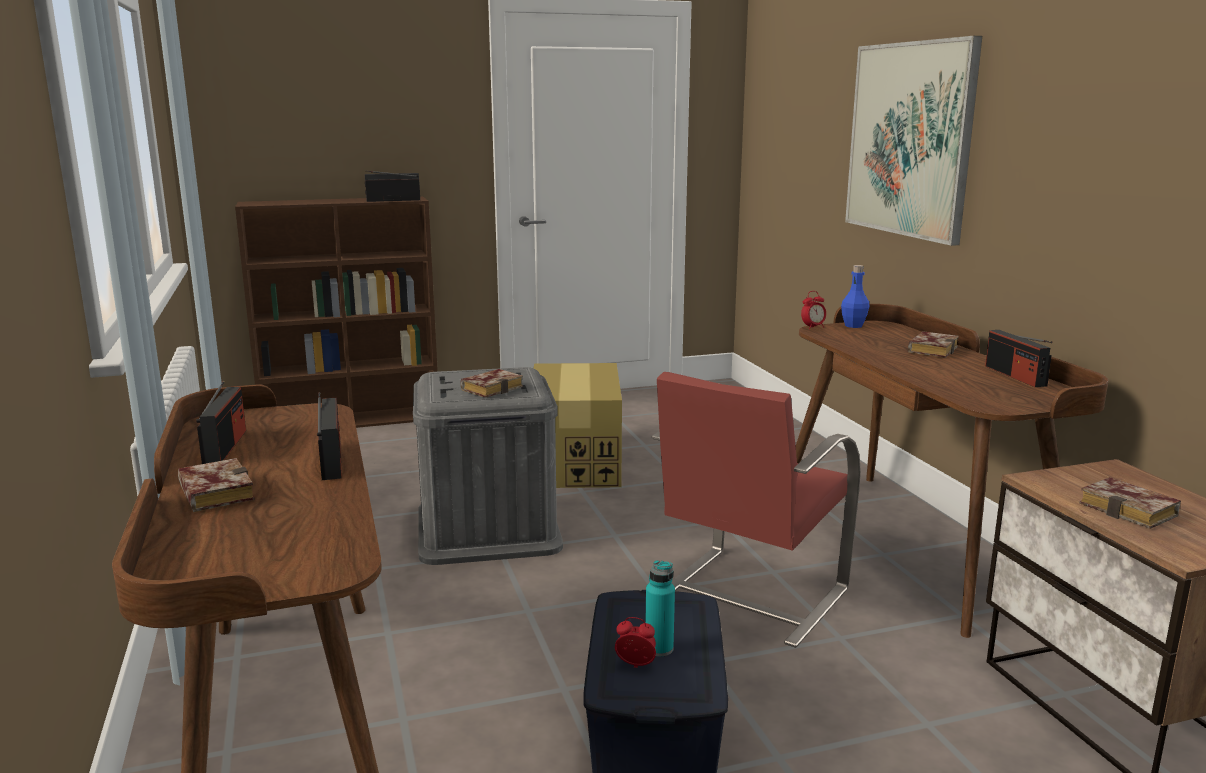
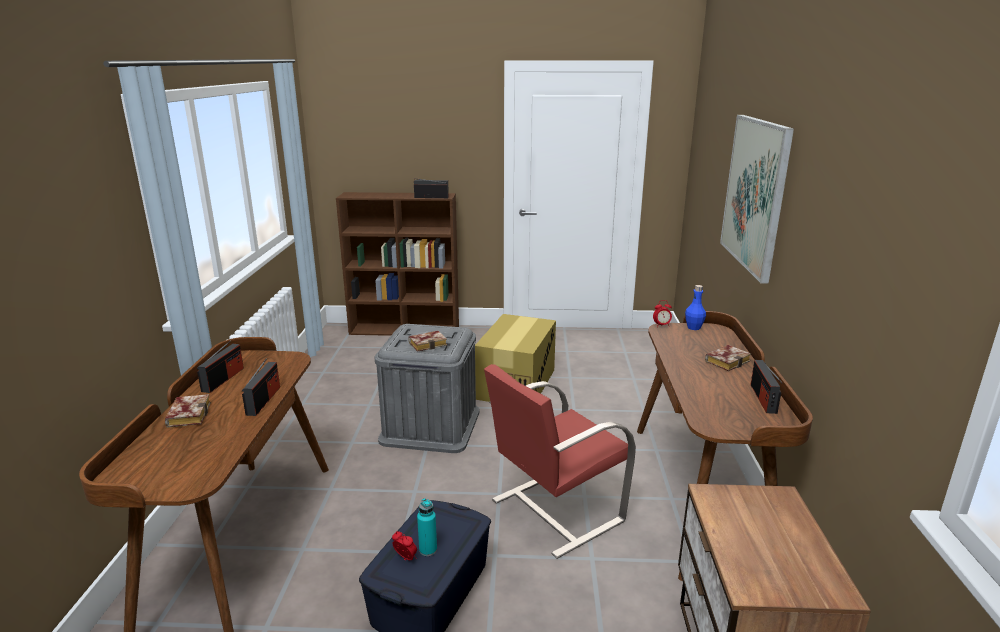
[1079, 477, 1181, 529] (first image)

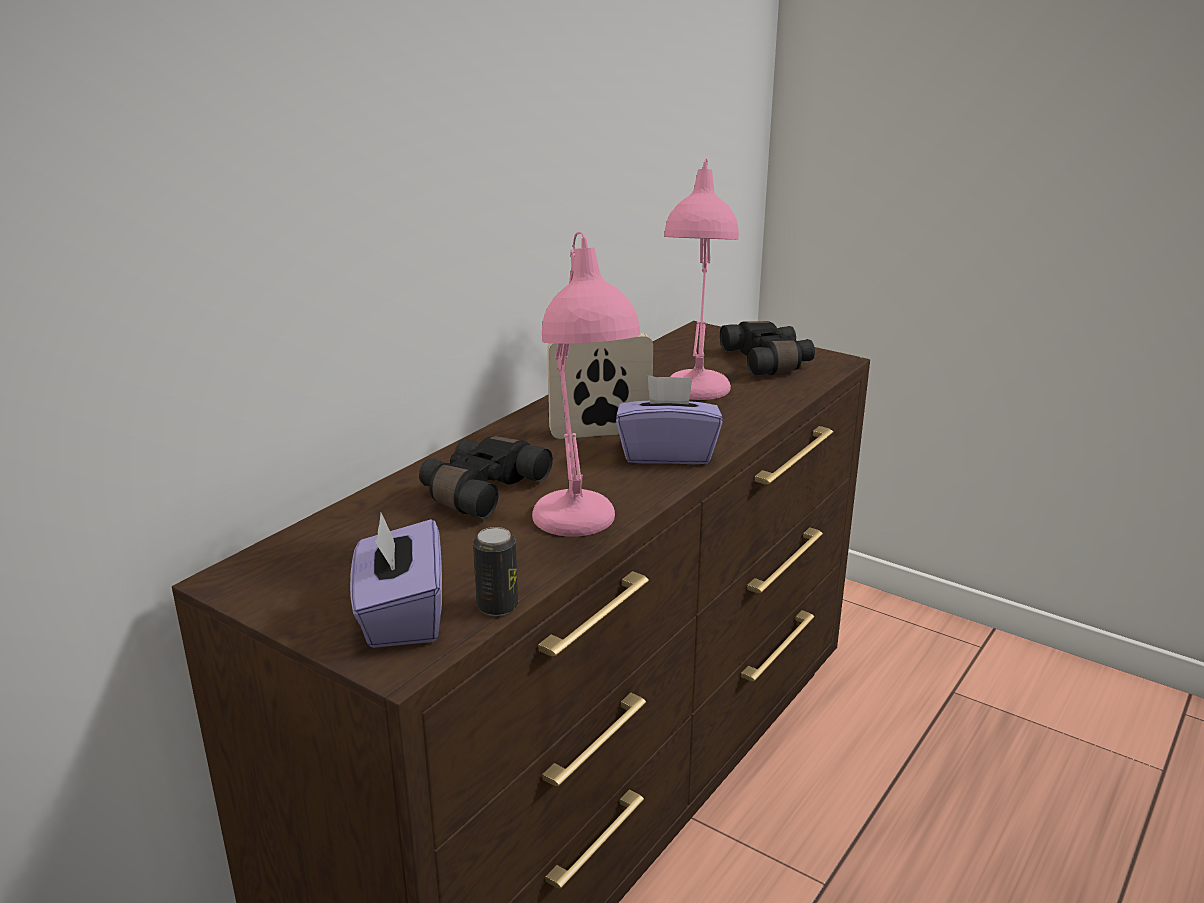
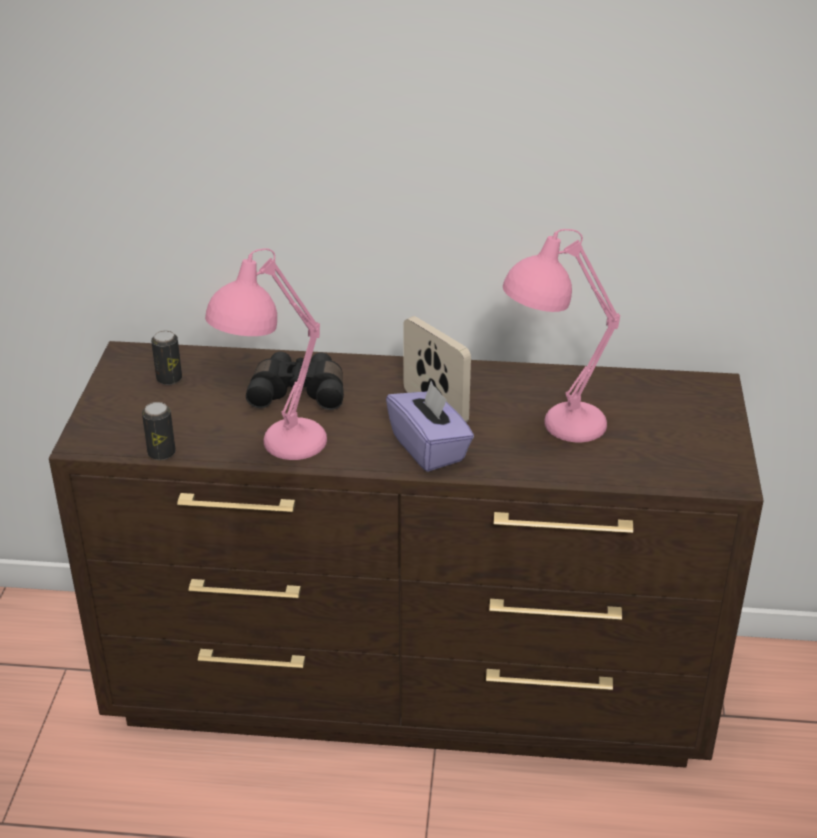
[151, 330, 182, 385]
[350, 513, 442, 648] (first image)
[720, 321, 815, 375] (first image)

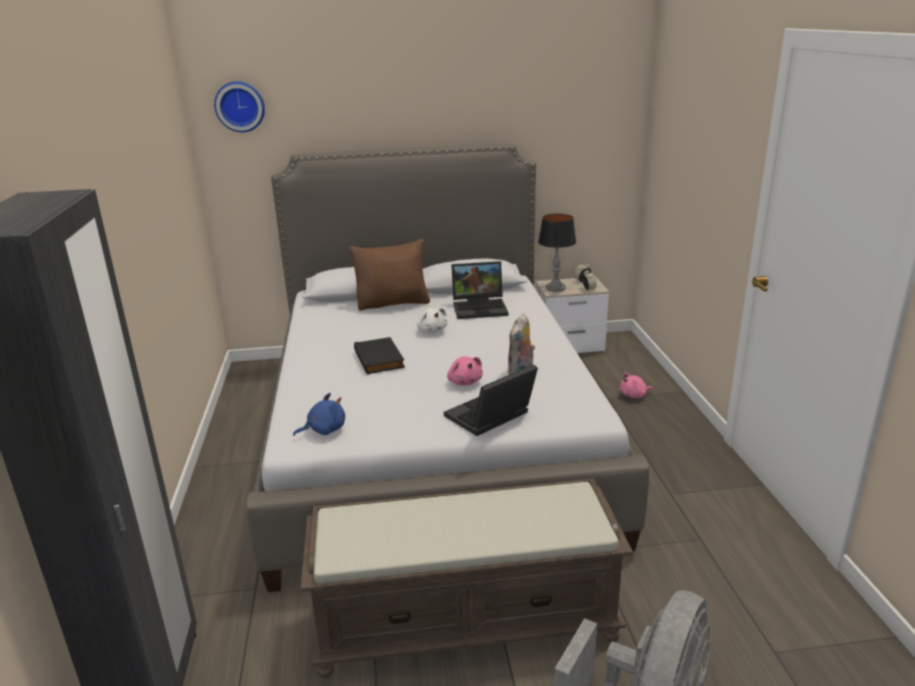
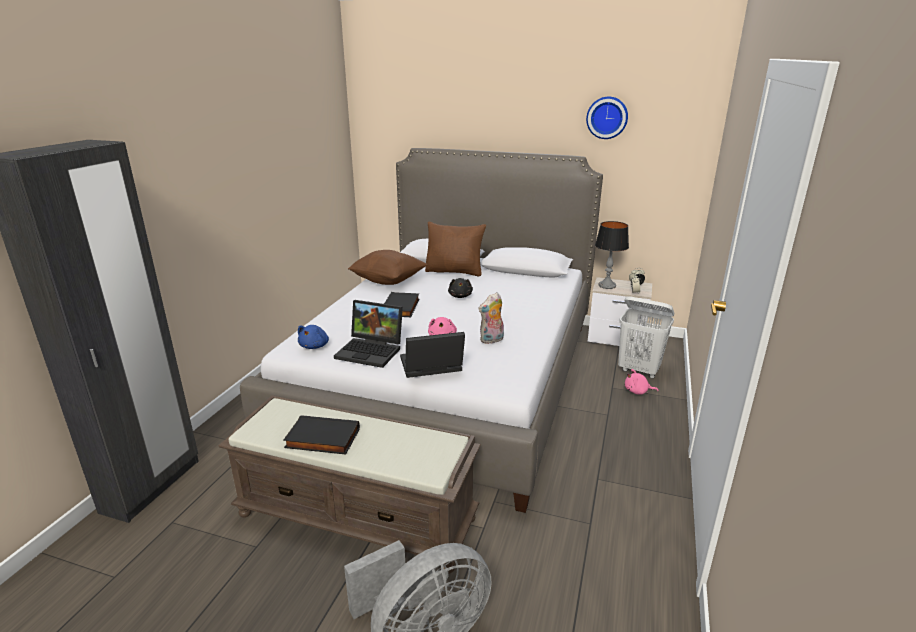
[283, 415, 360, 455]
[298, 325, 329, 349]
[334, 300, 403, 368]
[348, 250, 427, 285]
[448, 278, 473, 298]
[586, 97, 628, 139]
[618, 296, 674, 379]

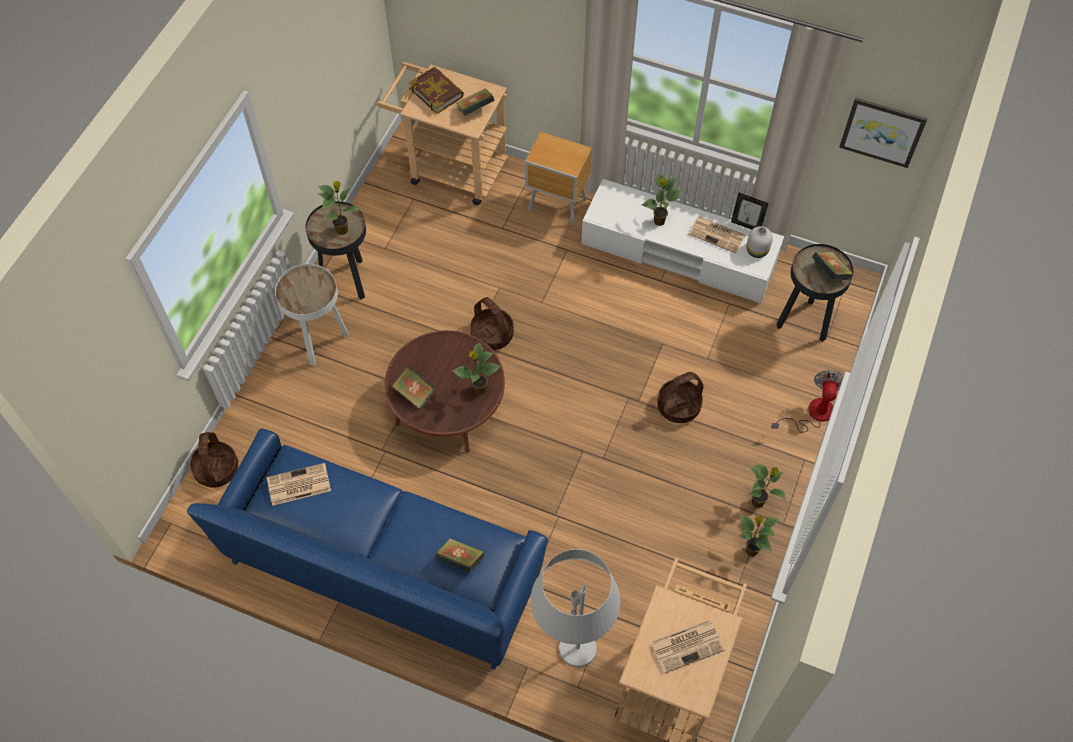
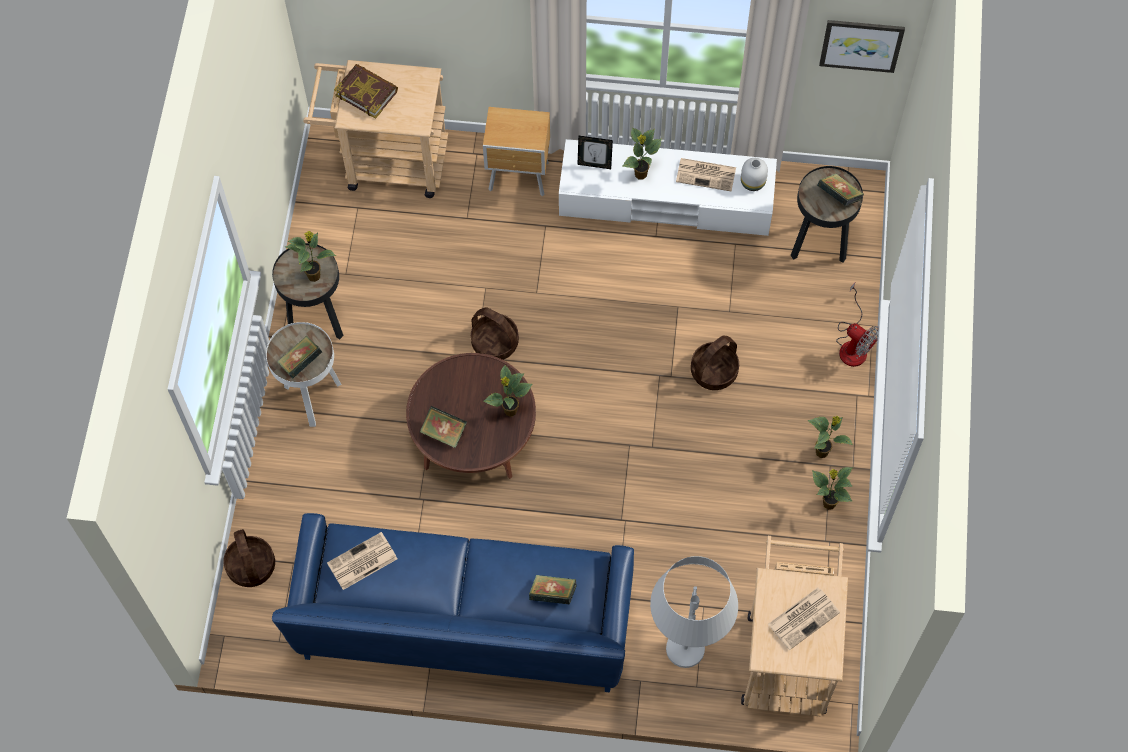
[277, 336, 322, 379]
[578, 135, 613, 169]
[836, 283, 879, 367]

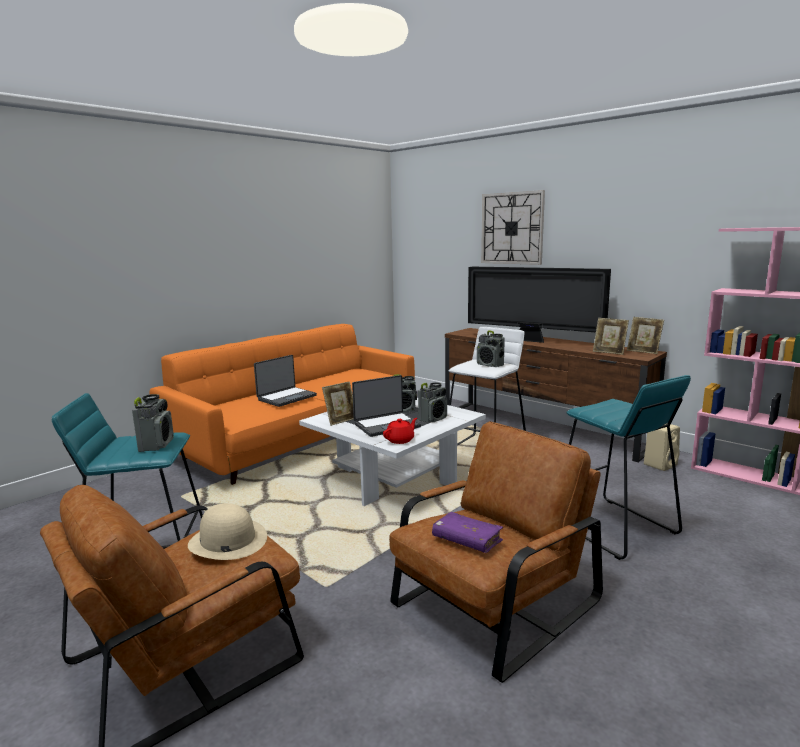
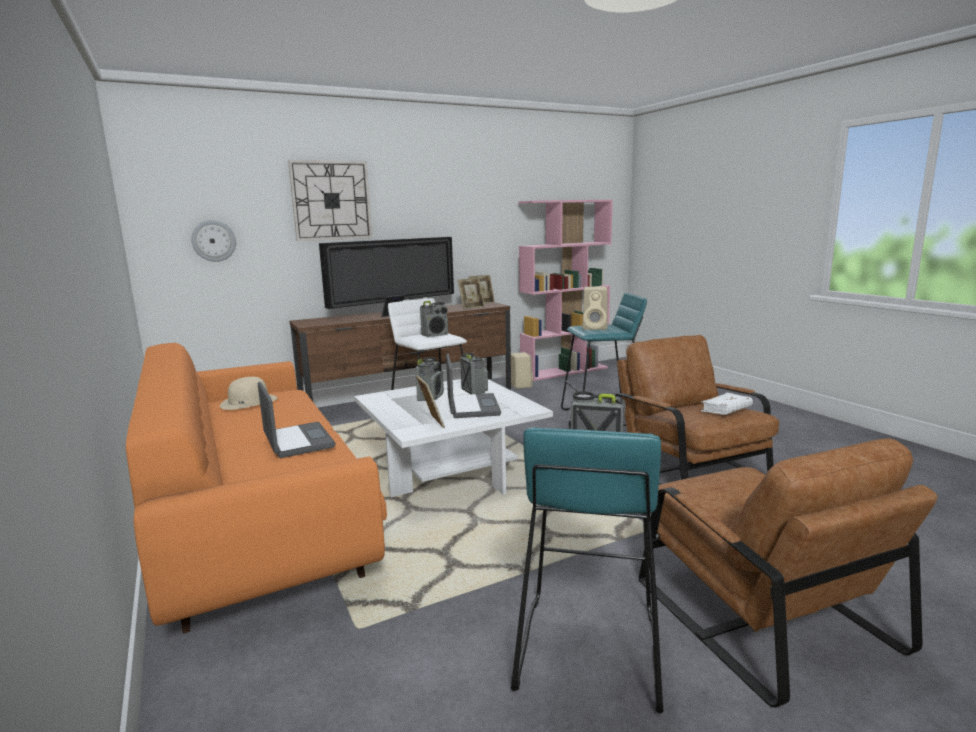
[191, 220, 236, 262]
[220, 377, 277, 410]
[583, 287, 607, 330]
[701, 393, 753, 415]
[383, 418, 417, 444] (first image)

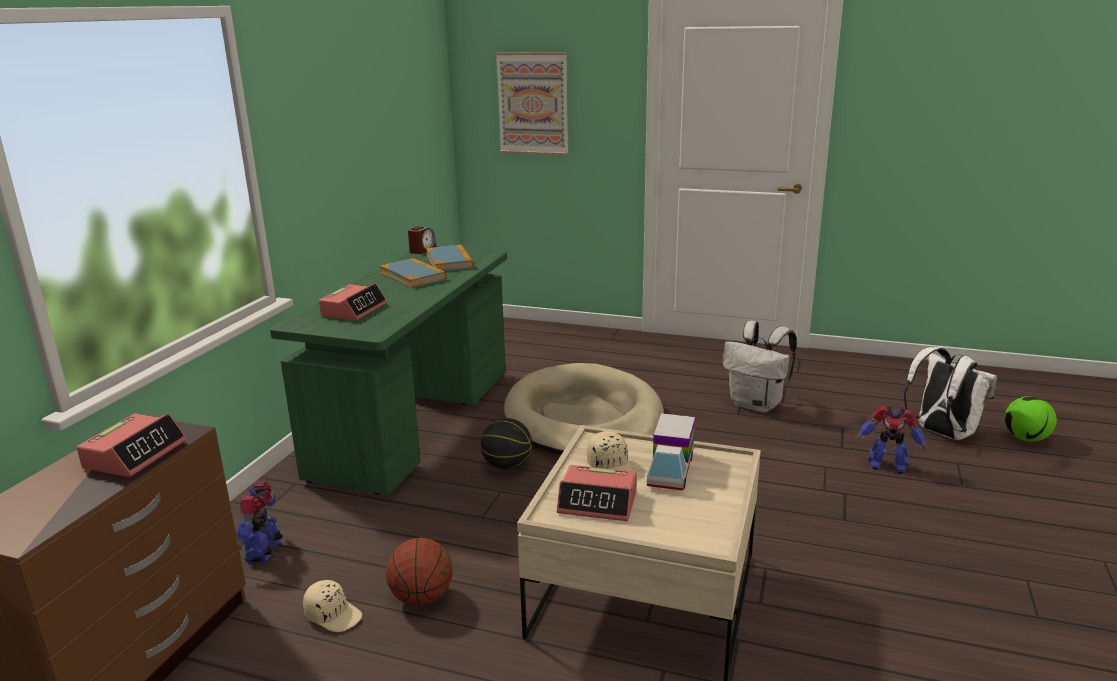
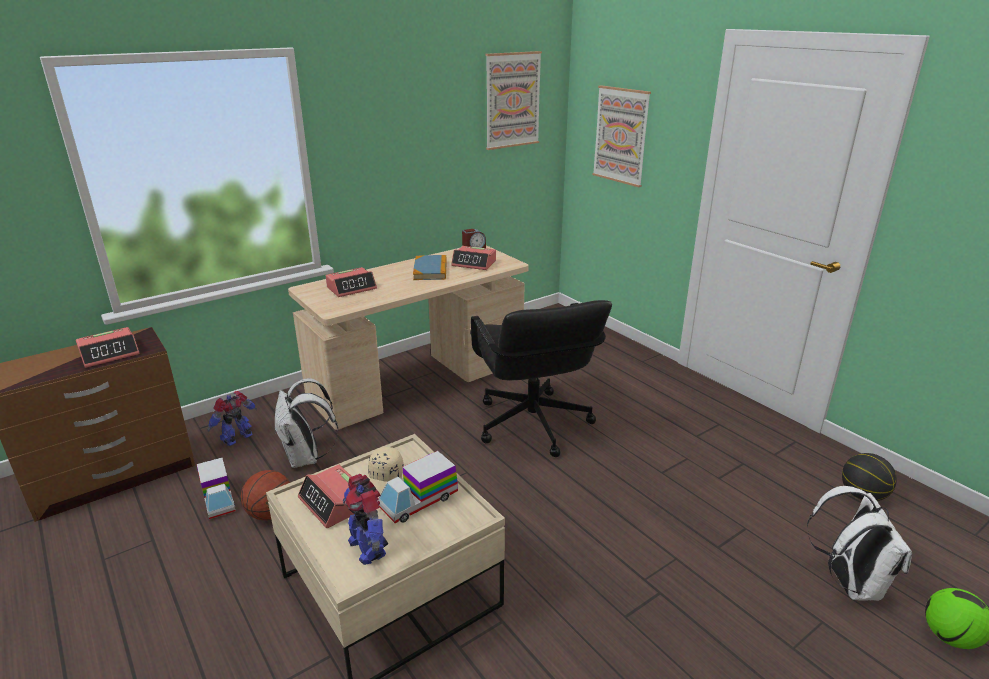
[197, 458, 236, 519]
[275, 378, 338, 468]
[288, 245, 528, 430]
[343, 474, 388, 565]
[451, 246, 496, 270]
[470, 300, 612, 457]
[486, 51, 542, 150]
[842, 453, 897, 501]

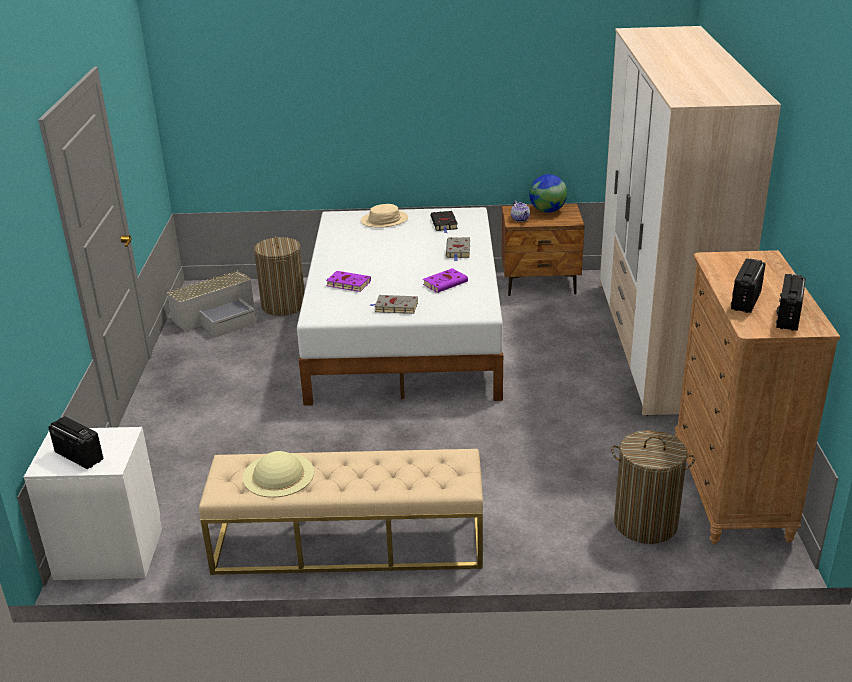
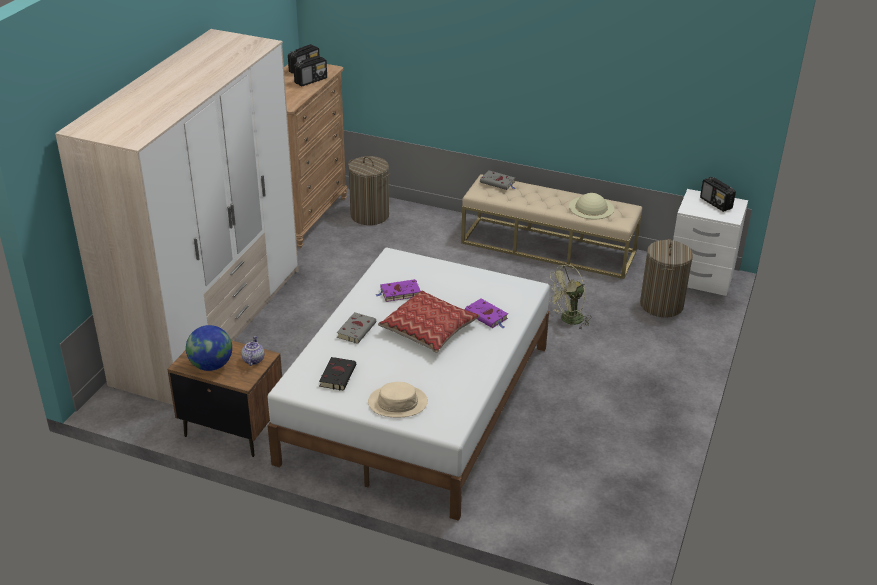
[378, 290, 480, 353]
[480, 170, 515, 190]
[549, 265, 592, 330]
[640, 239, 693, 317]
[167, 270, 256, 338] (first image)

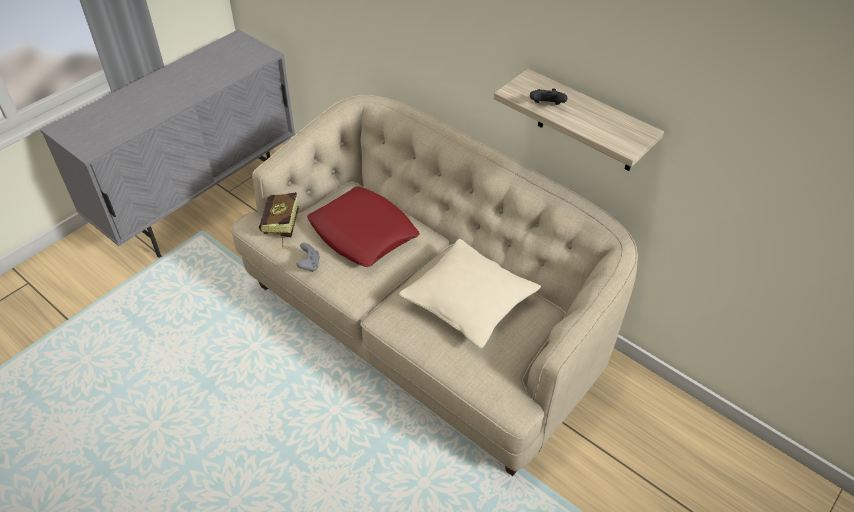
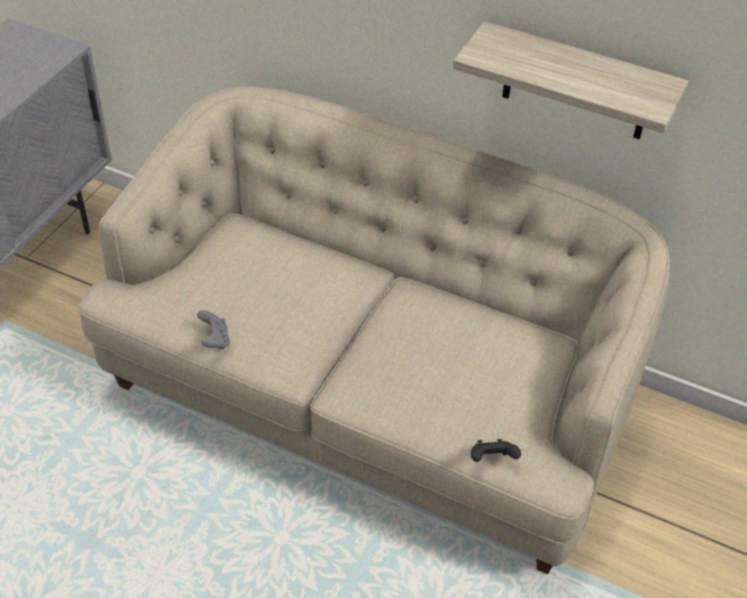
[471, 439, 521, 462]
[259, 192, 299, 248] (first image)
[307, 186, 420, 267] (first image)
[399, 239, 541, 348] (first image)

